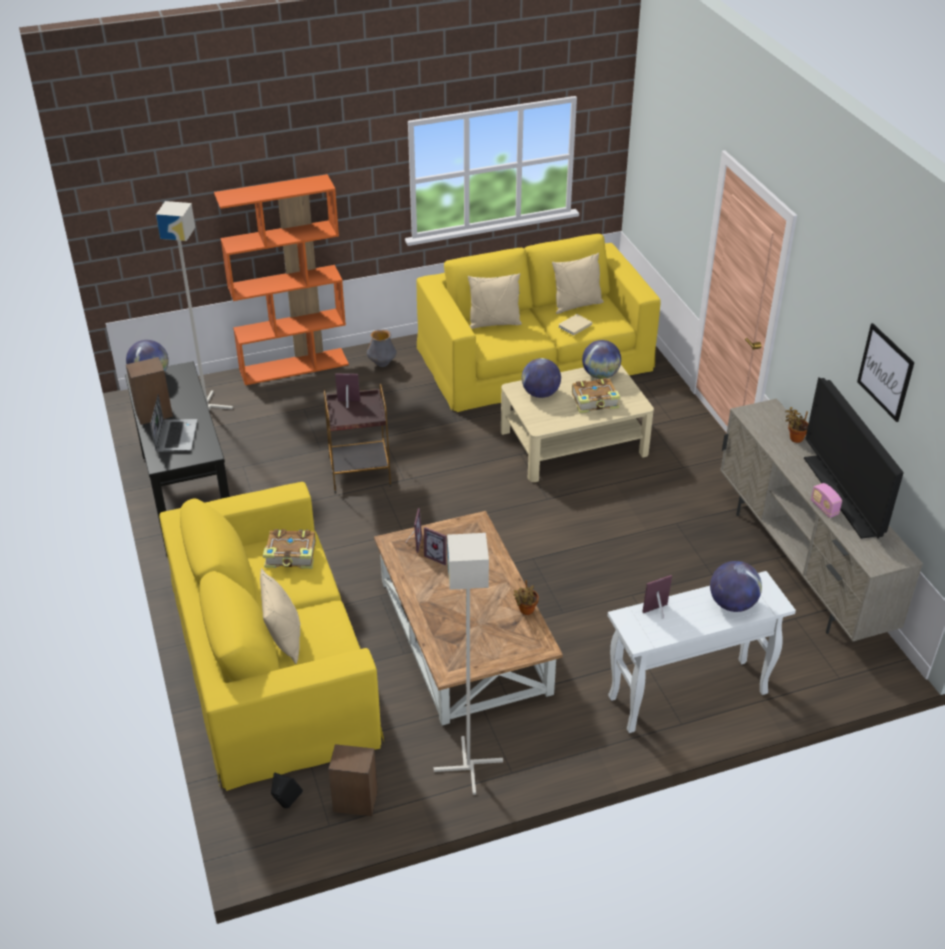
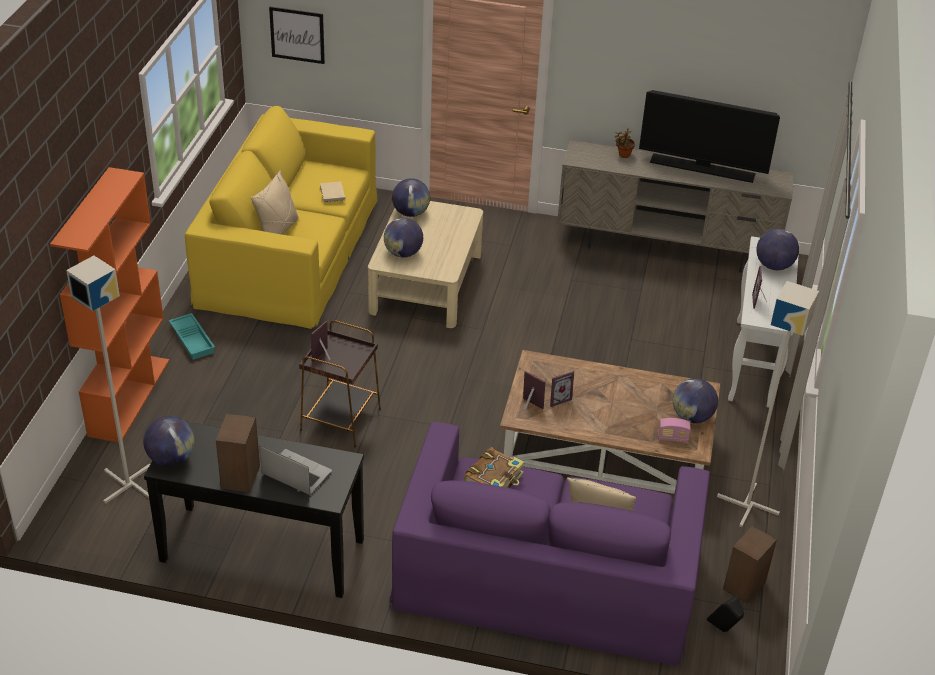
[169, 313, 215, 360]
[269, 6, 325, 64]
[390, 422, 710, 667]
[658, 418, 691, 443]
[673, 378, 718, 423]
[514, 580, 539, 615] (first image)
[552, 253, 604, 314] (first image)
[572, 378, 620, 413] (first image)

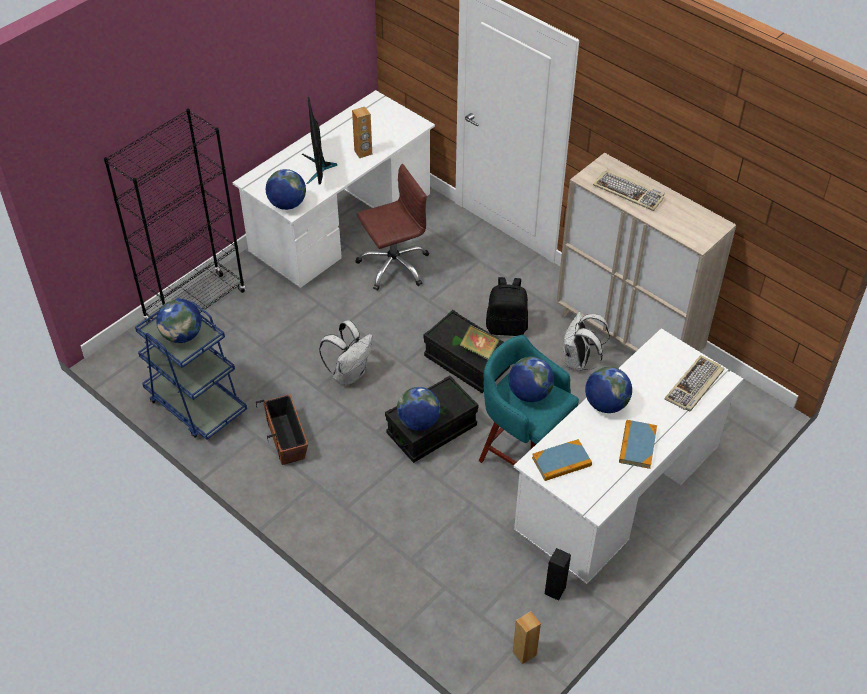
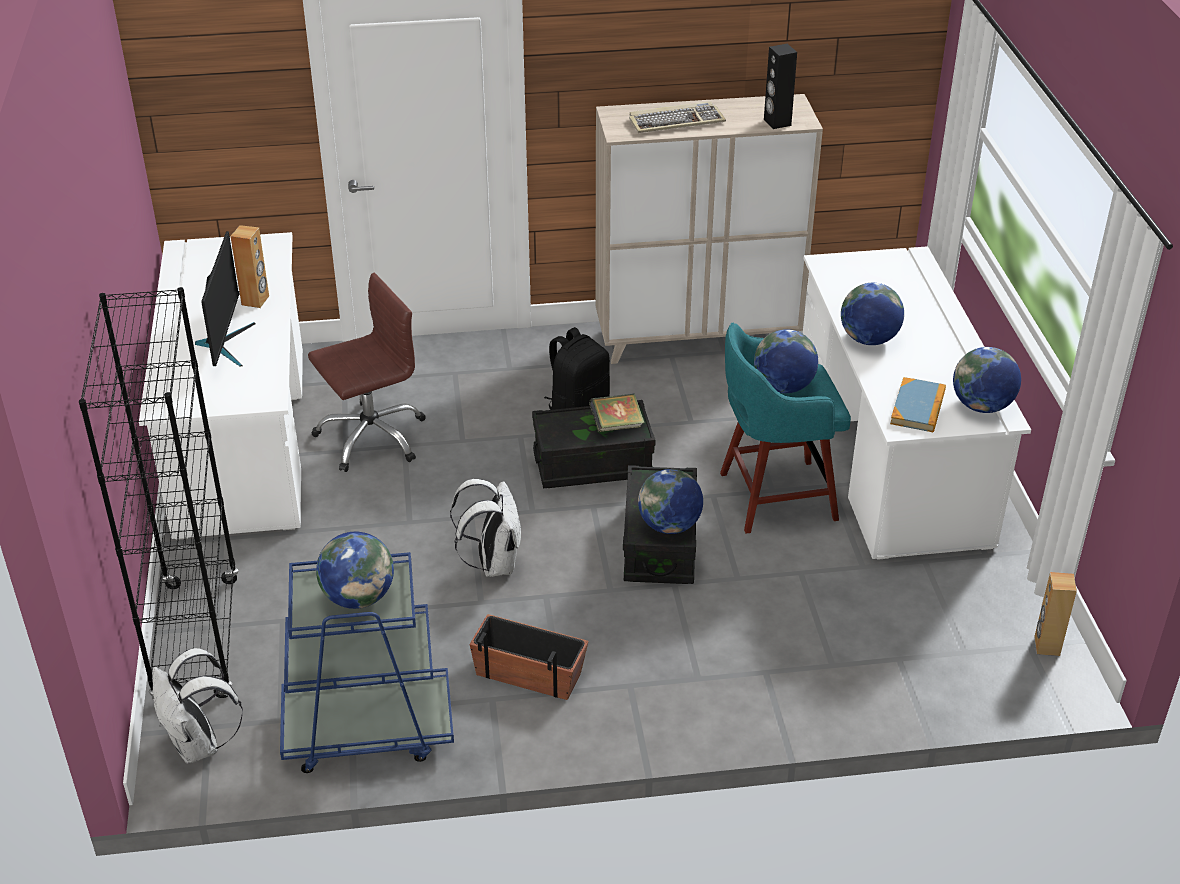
[152, 648, 243, 764]
[195, 231, 256, 366]
[308, 273, 426, 472]
[764, 44, 797, 129]
[953, 347, 1021, 413]
[619, 420, 657, 469] (first image)
[664, 355, 724, 411] (first image)

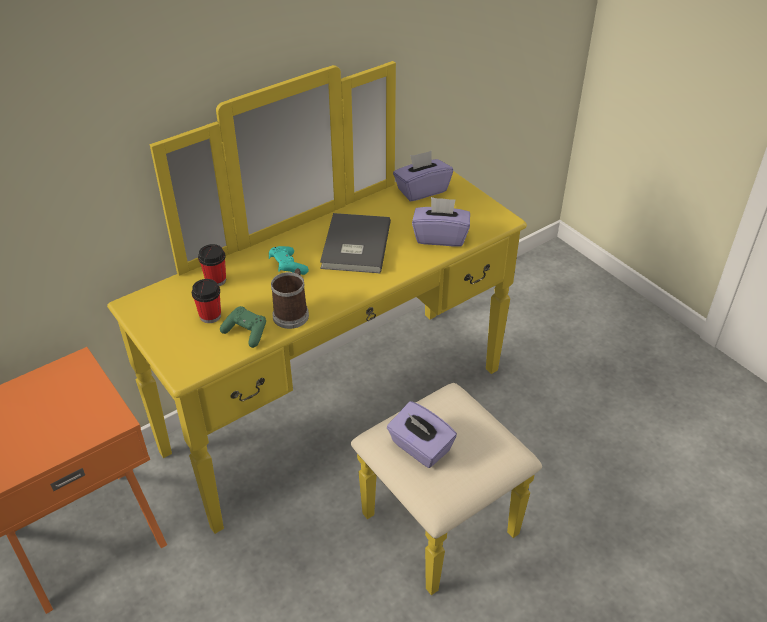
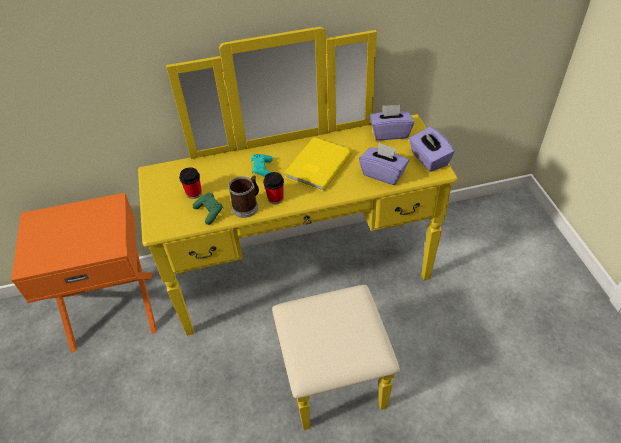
[263, 172, 284, 204]
[284, 137, 352, 192]
[409, 127, 455, 172]

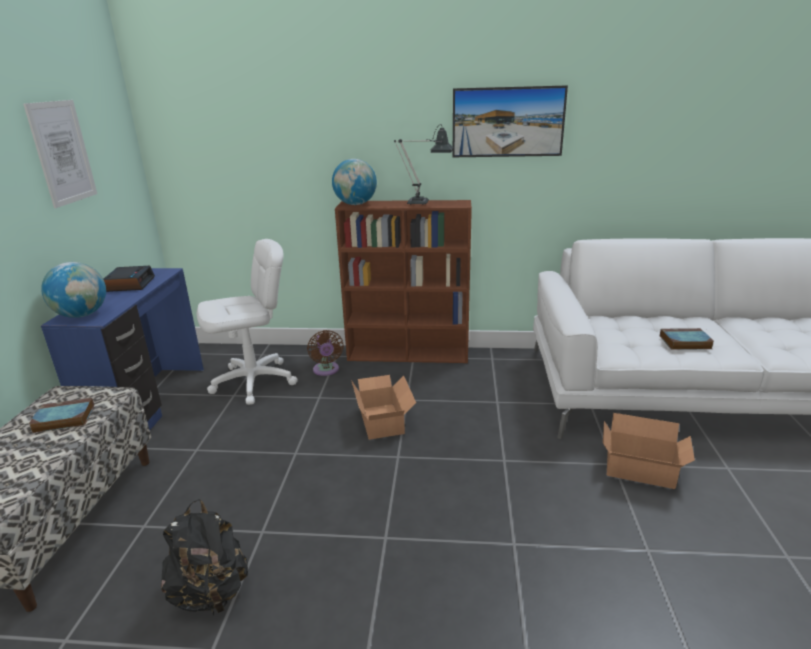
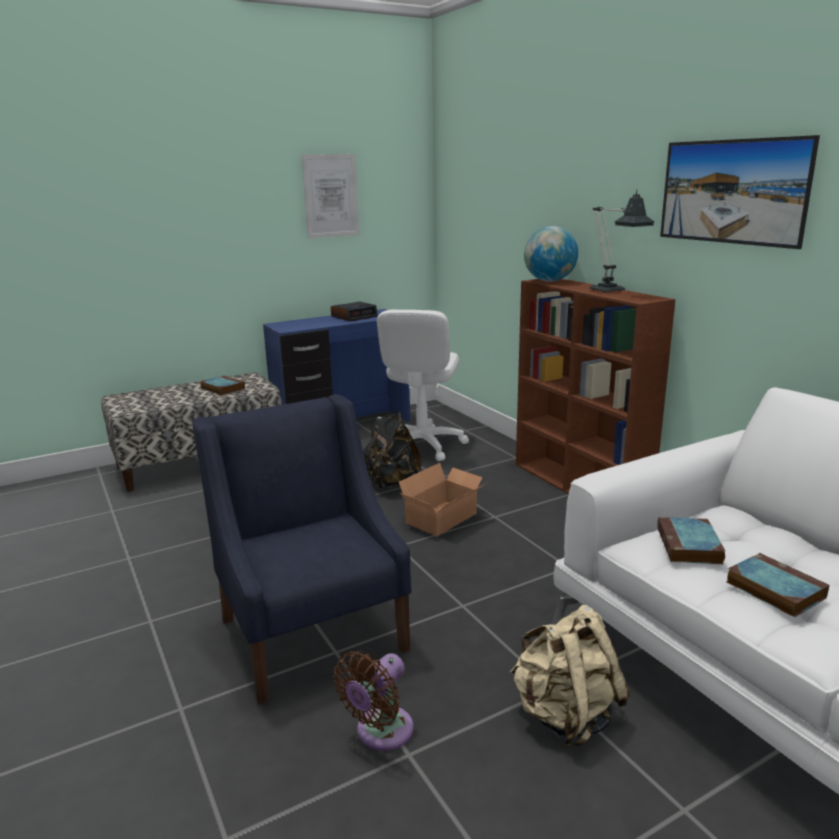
[192, 394, 412, 704]
[333, 651, 414, 751]
[363, 411, 421, 489]
[377, 310, 469, 461]
[510, 605, 630, 747]
[657, 517, 726, 564]
[41, 262, 106, 318] (first image)

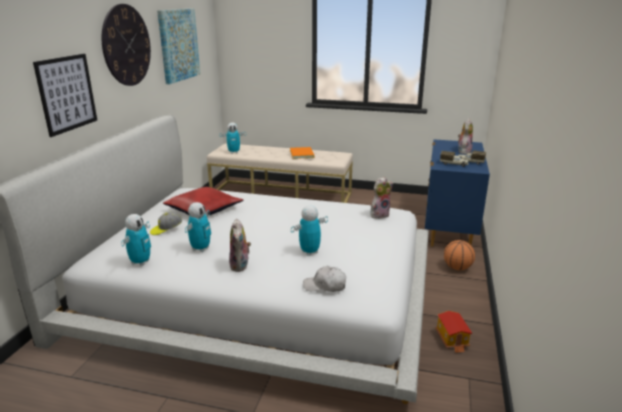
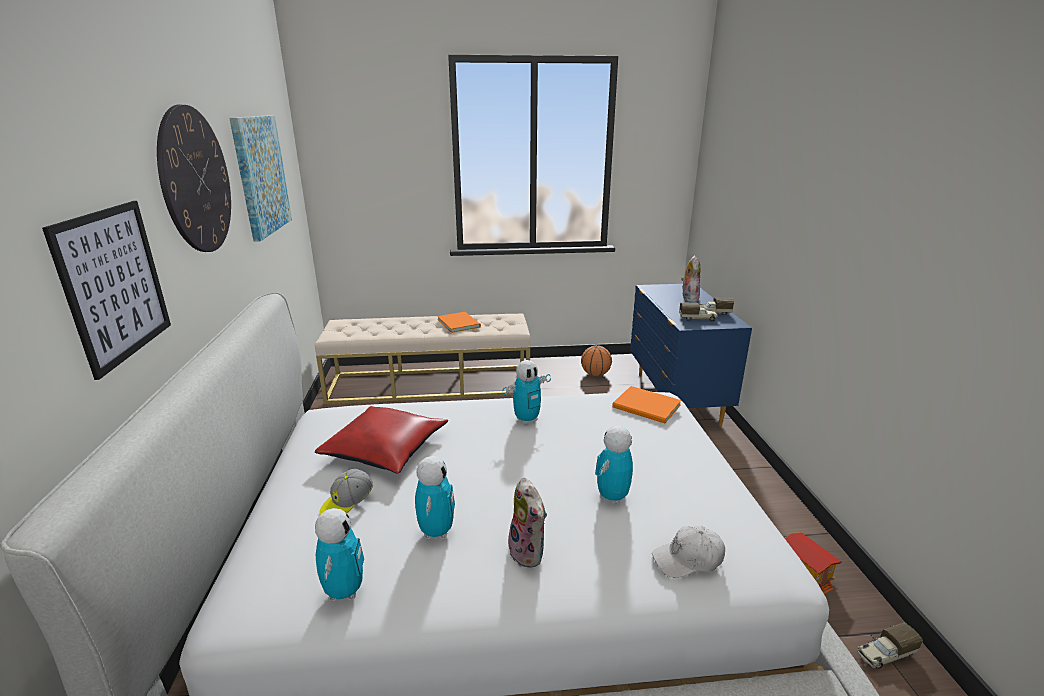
[502, 360, 551, 425]
[581, 345, 612, 376]
[612, 386, 681, 423]
[857, 623, 923, 669]

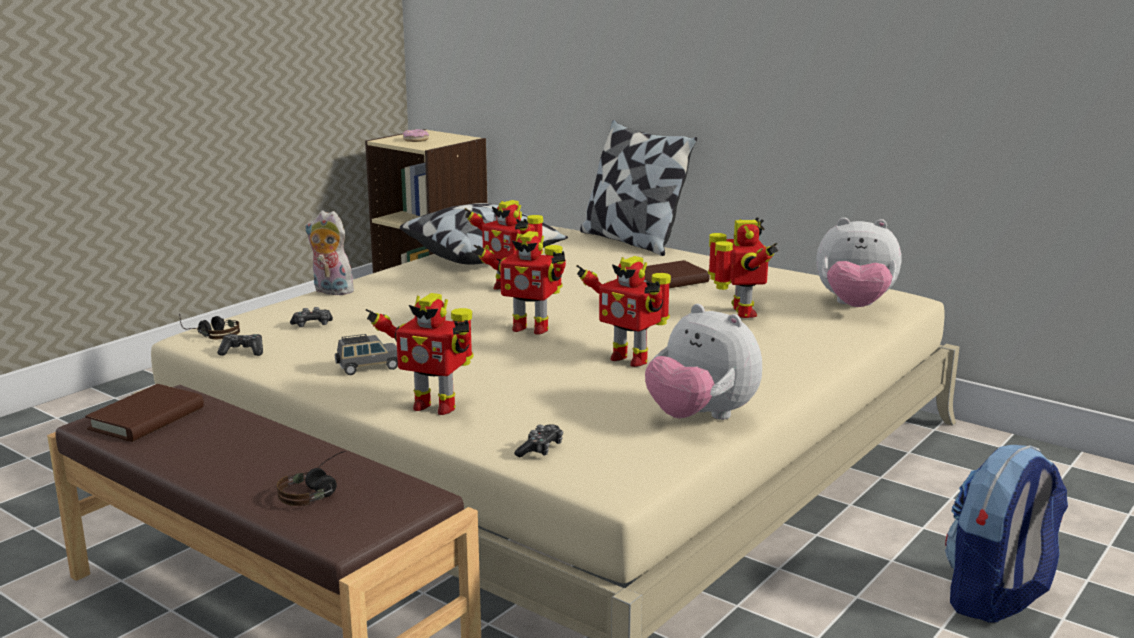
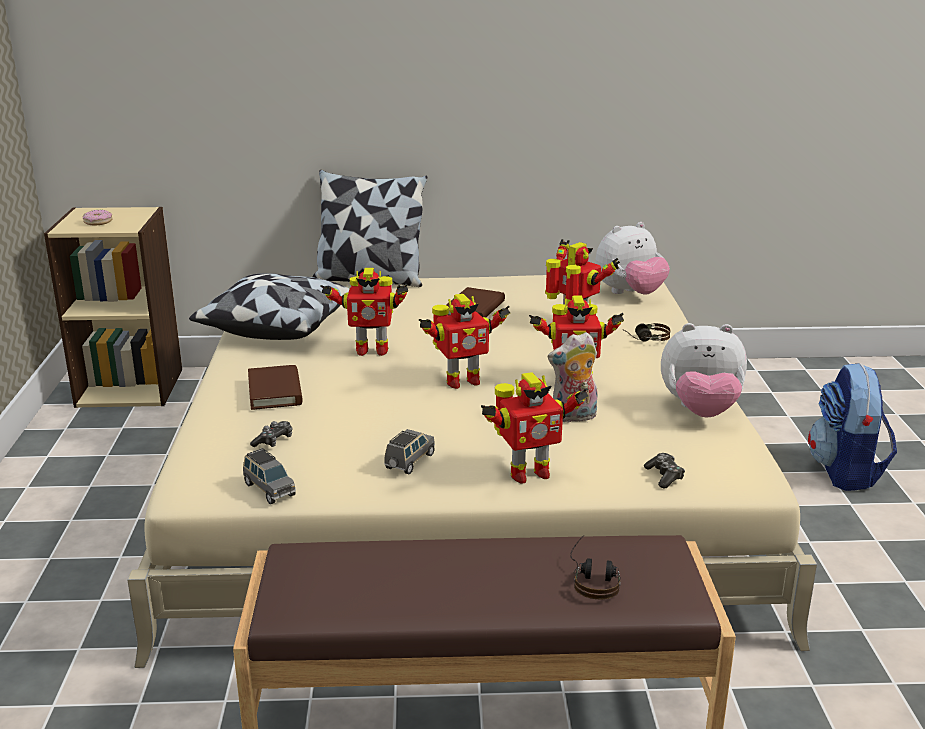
[243, 448, 296, 504]
[248, 365, 303, 410]
[548, 332, 598, 423]
[622, 323, 671, 342]

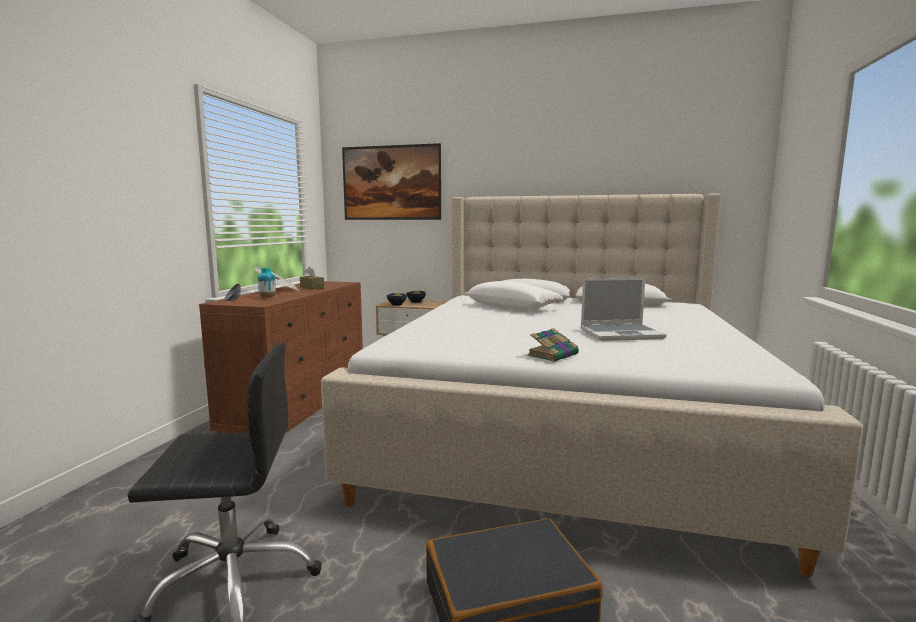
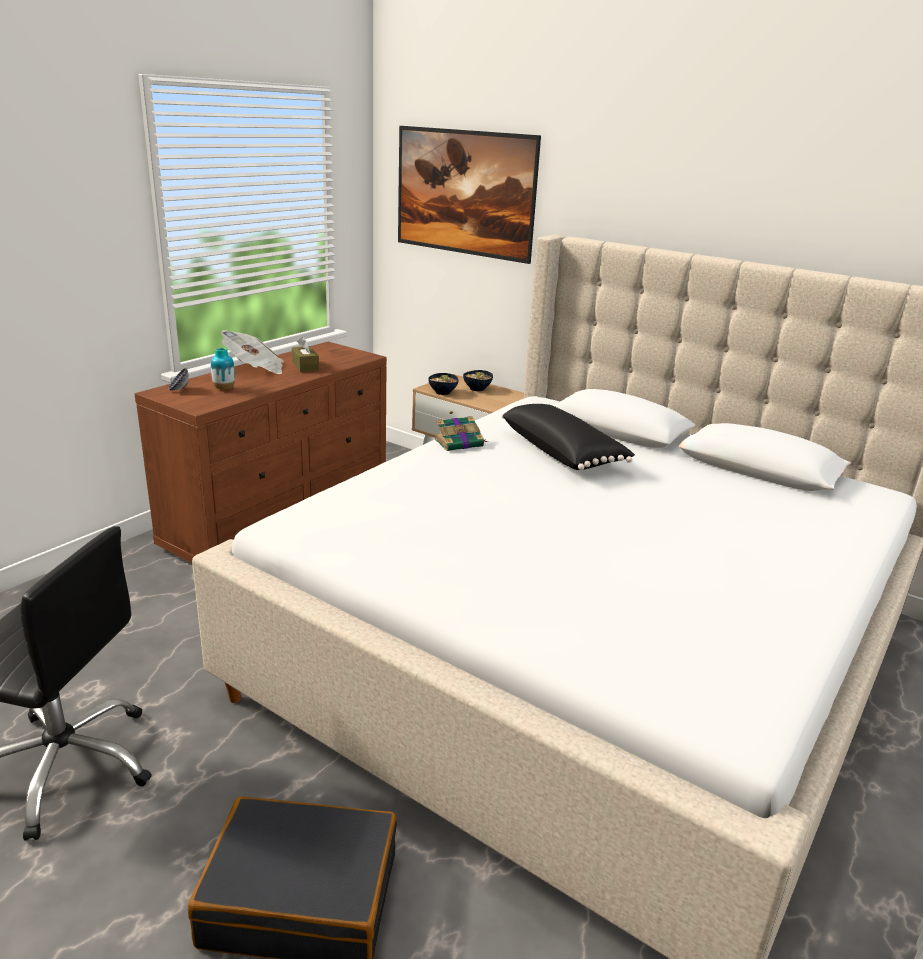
[434, 416, 488, 451]
[501, 404, 635, 470]
[581, 278, 667, 341] (first image)

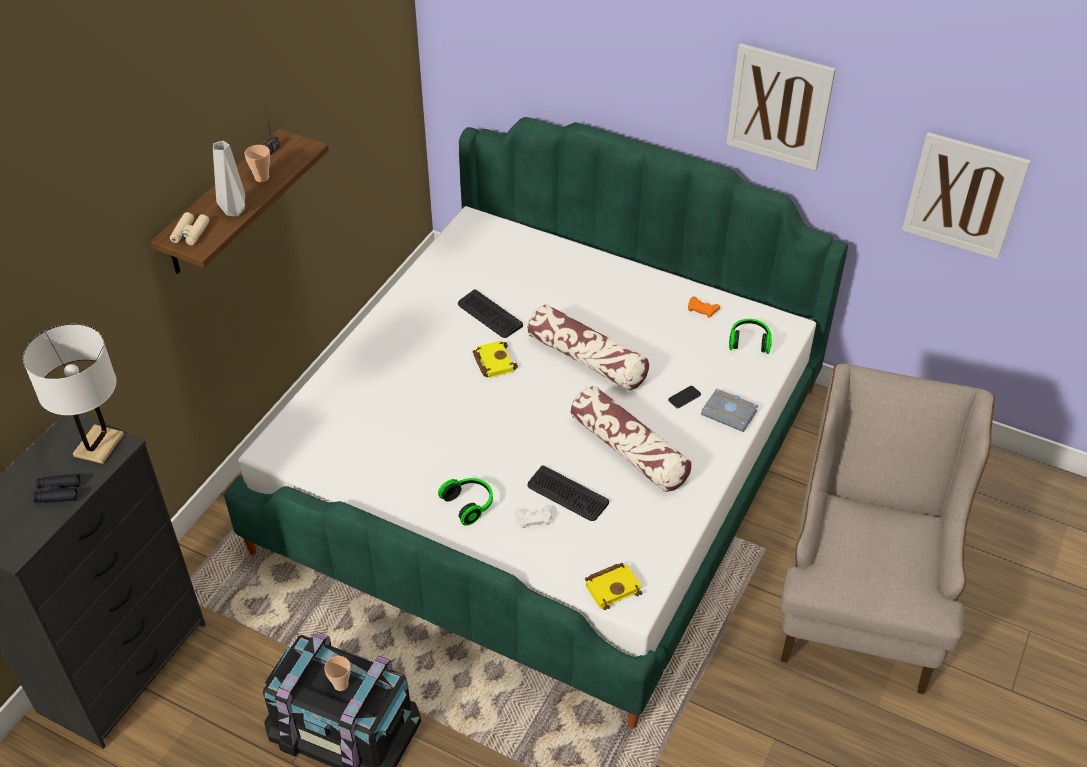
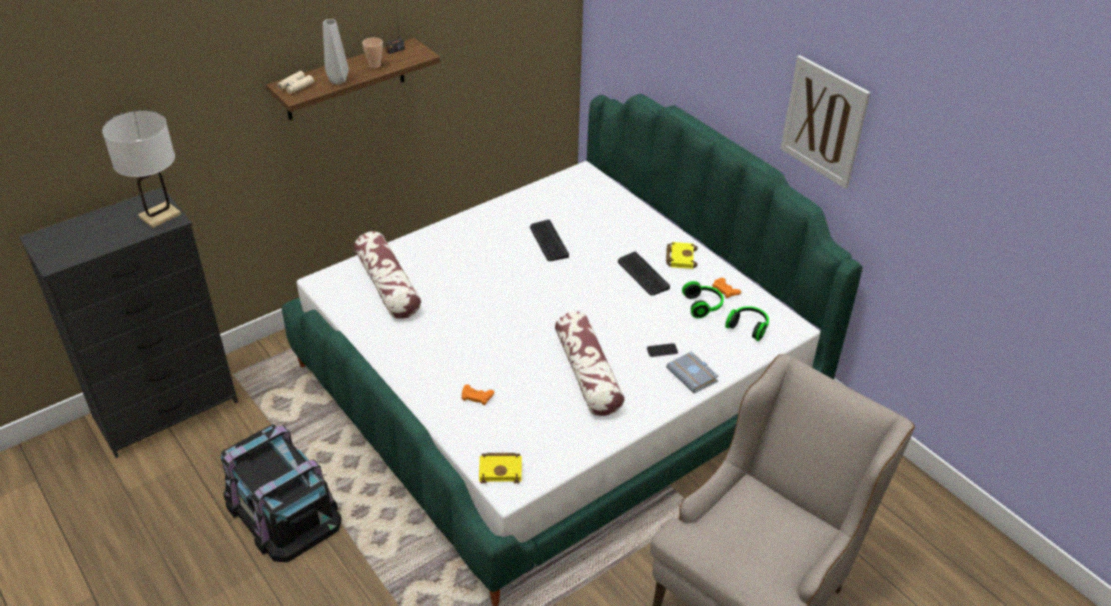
[354, 231, 421, 319]
[462, 384, 494, 405]
[618, 252, 670, 296]
[666, 242, 698, 269]
[682, 281, 724, 318]
[33, 474, 80, 503] (first image)
[324, 656, 351, 691] (first image)
[902, 132, 1031, 260] (first image)

